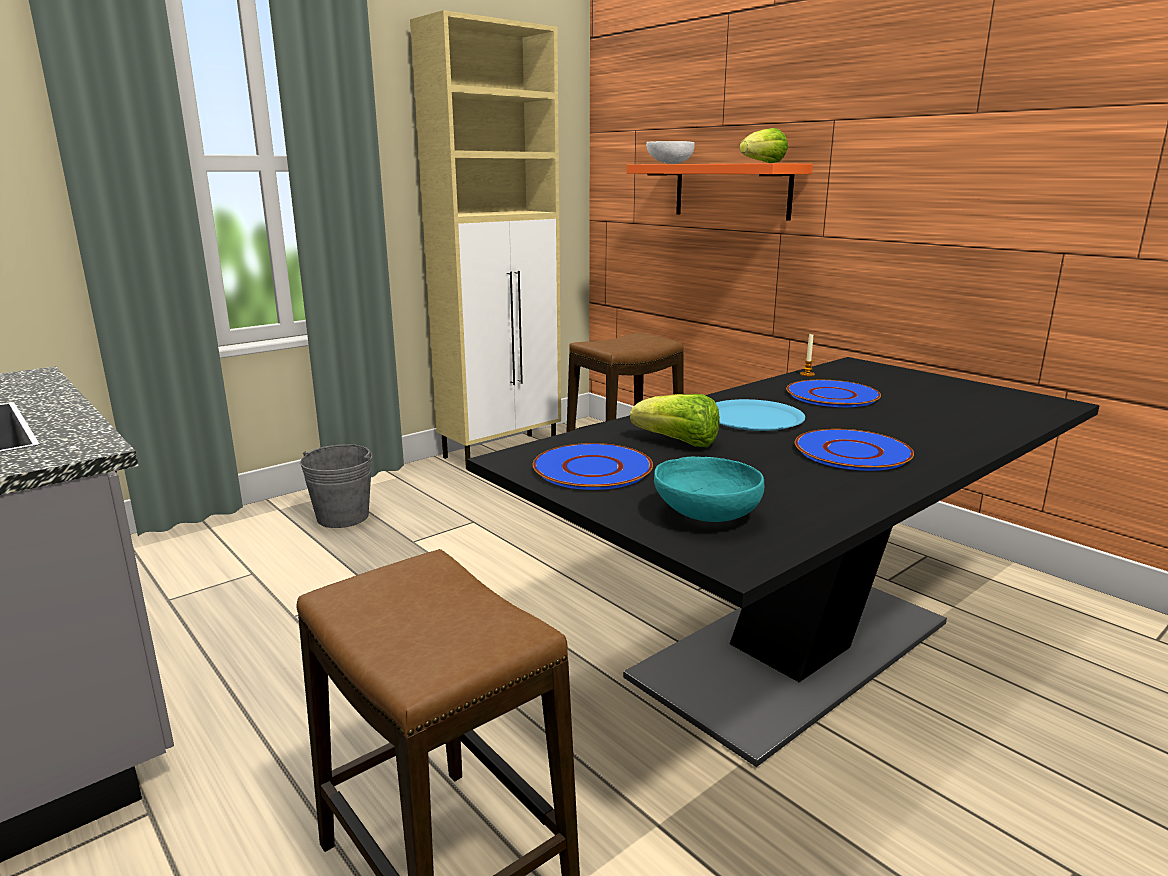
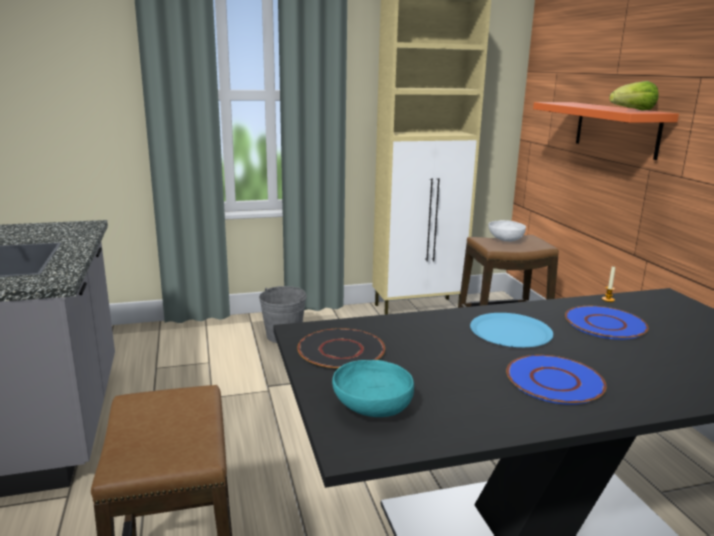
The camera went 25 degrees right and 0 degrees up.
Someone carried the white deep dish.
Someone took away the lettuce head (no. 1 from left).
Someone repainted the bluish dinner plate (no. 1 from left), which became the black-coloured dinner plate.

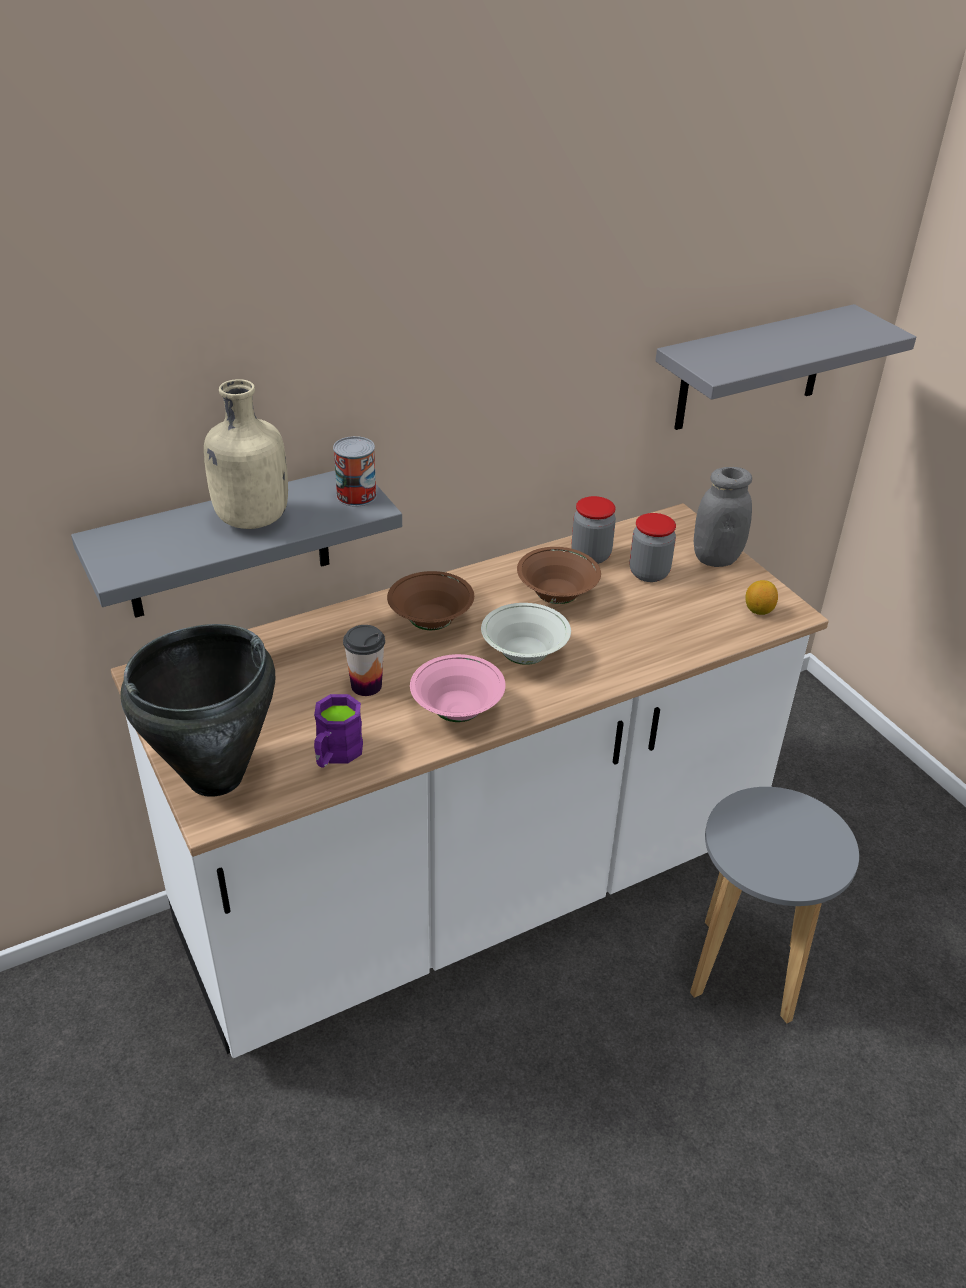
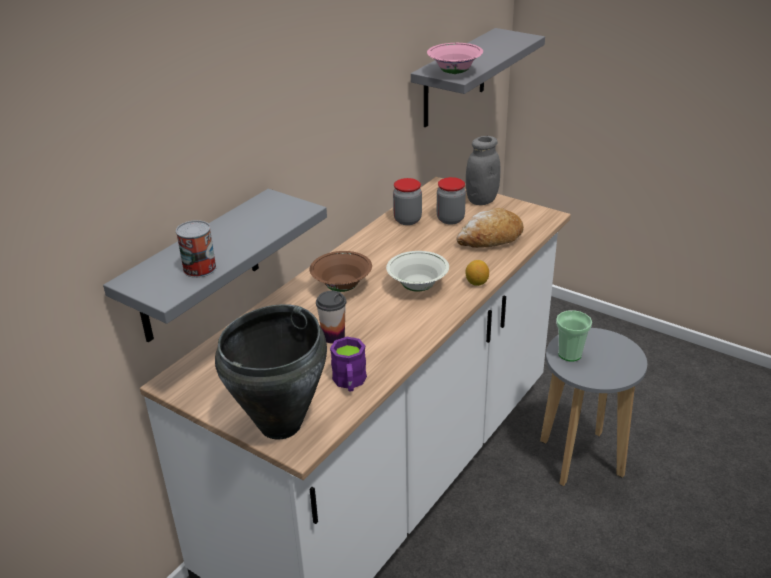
The camera went 25 degrees left and 5 degrees down.
Someone took away the sand-coloured beverage bottle.
Someone carried the sealed can.
Someone took away the brownish deep dish (no. 2 from left).
Someone carried the whole lemon.
Someone carried the pink deep dish.
Someone put down the bakery bread.
Someone put down the small cup (no. 2 from left).

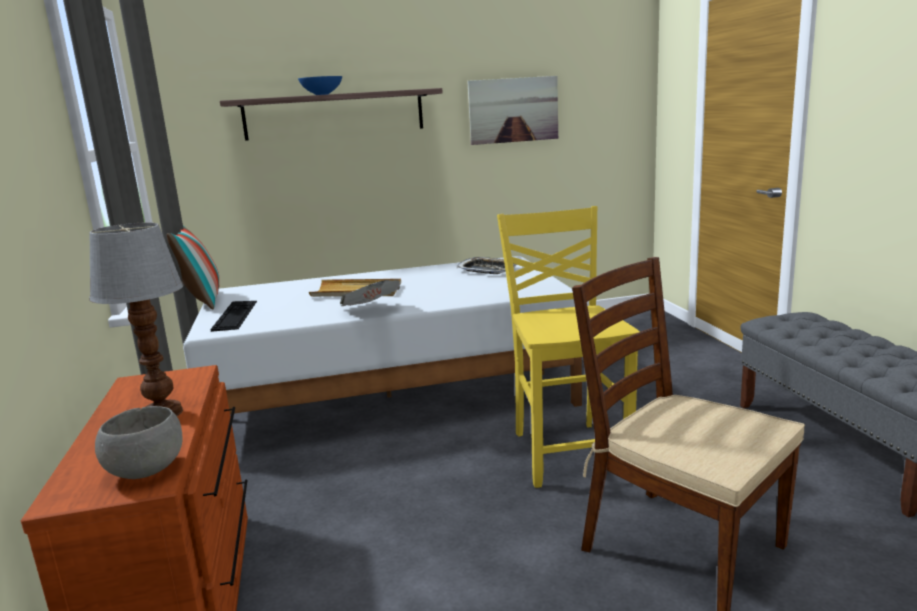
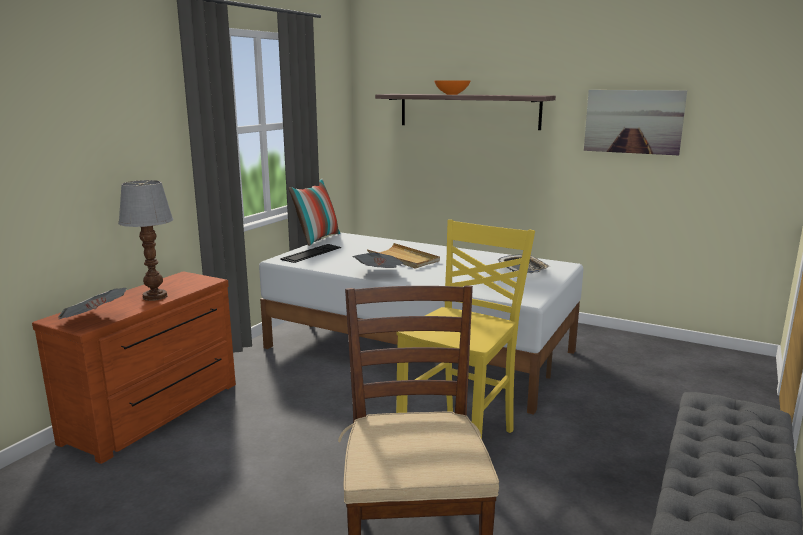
The camera went 40 degrees right and 0 degrees up.
Someone repainted the bluish deep dish, which became the orangey deep dish.
Someone swapped the grey deep dish for the newspaper (no. 1 from left).

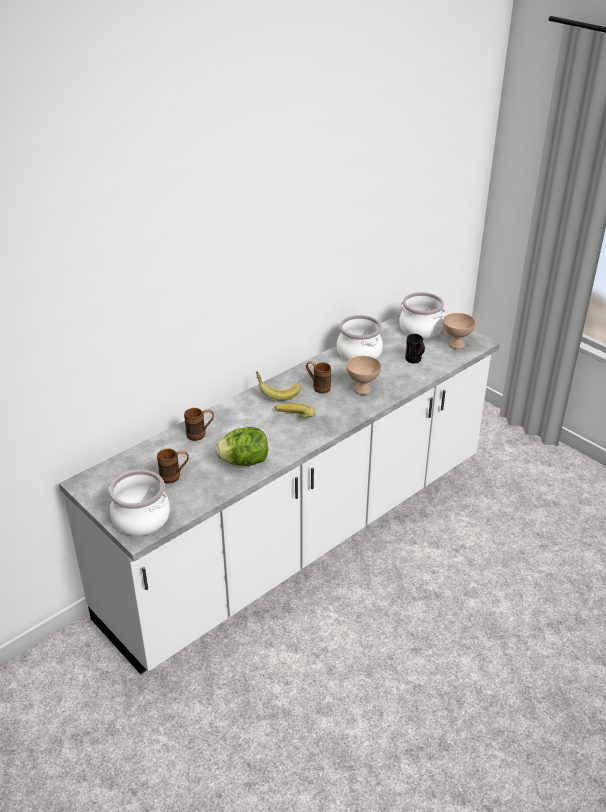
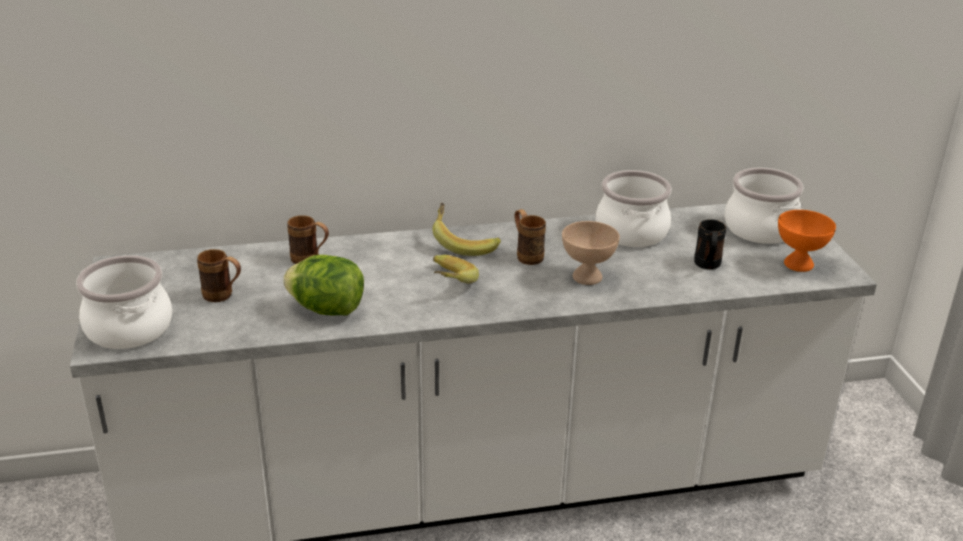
The camera went 30 degrees right and 5 degrees down.
Someone repainted the sand-coloured deep dish (no. 2 from left), which became the orangey deep dish.

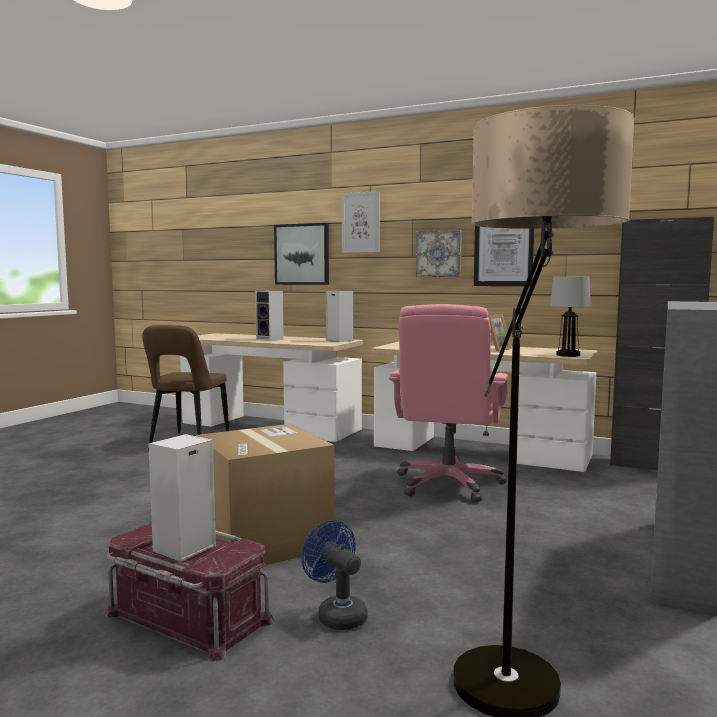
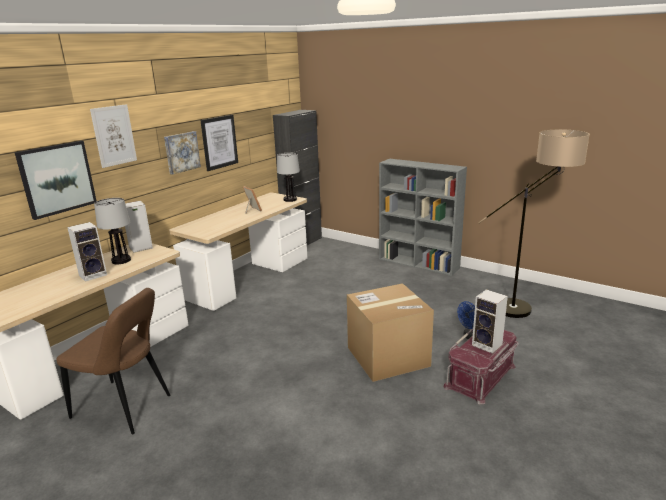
The camera went 80 degrees left and 15 degrees up.
Someone took away the pink desk chair.
Someone put down the lamp for a table (no. 1 from left).

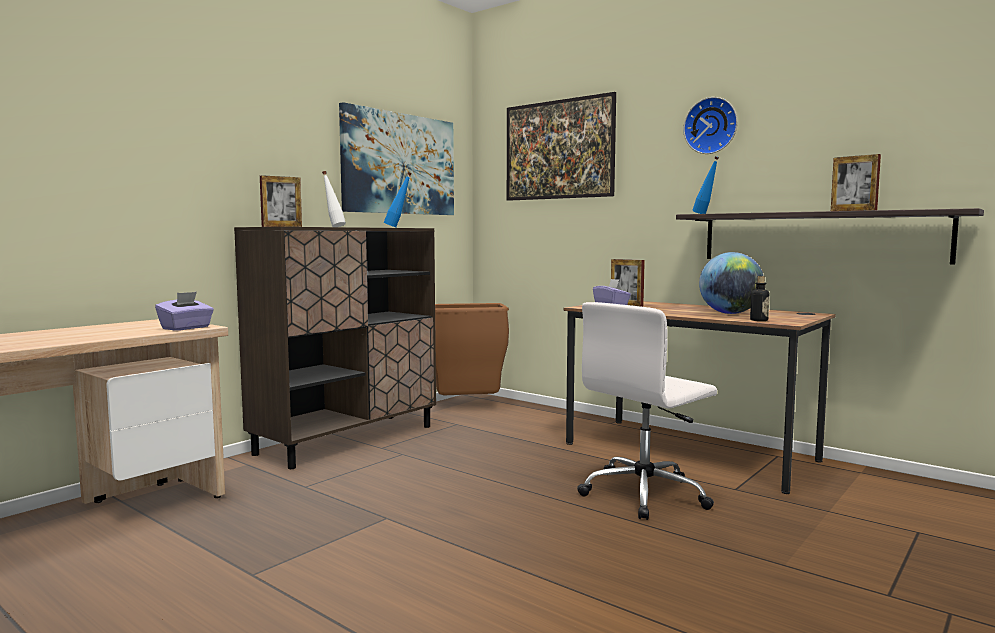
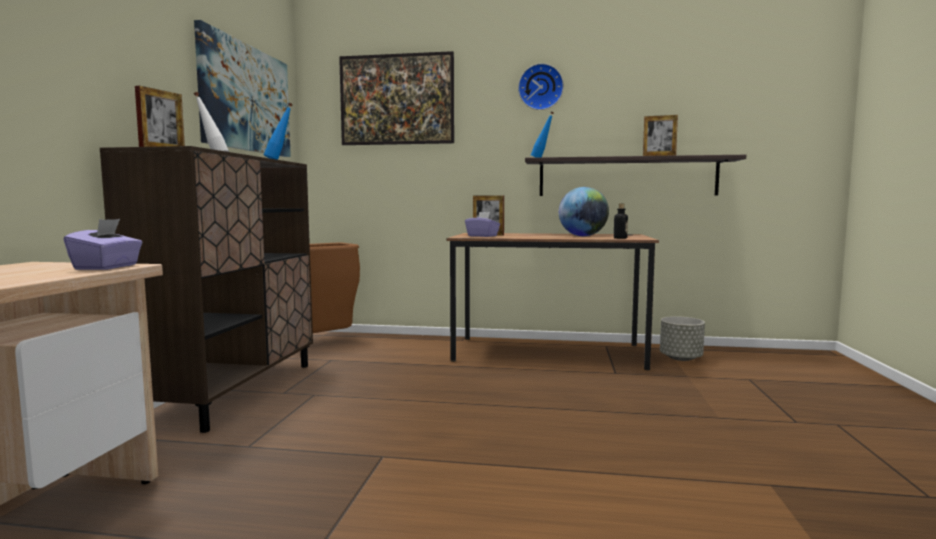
The camera went 30 degrees left and 0 degrees up.
Someone took away the white desk chair.
Someone put down the grey planter.

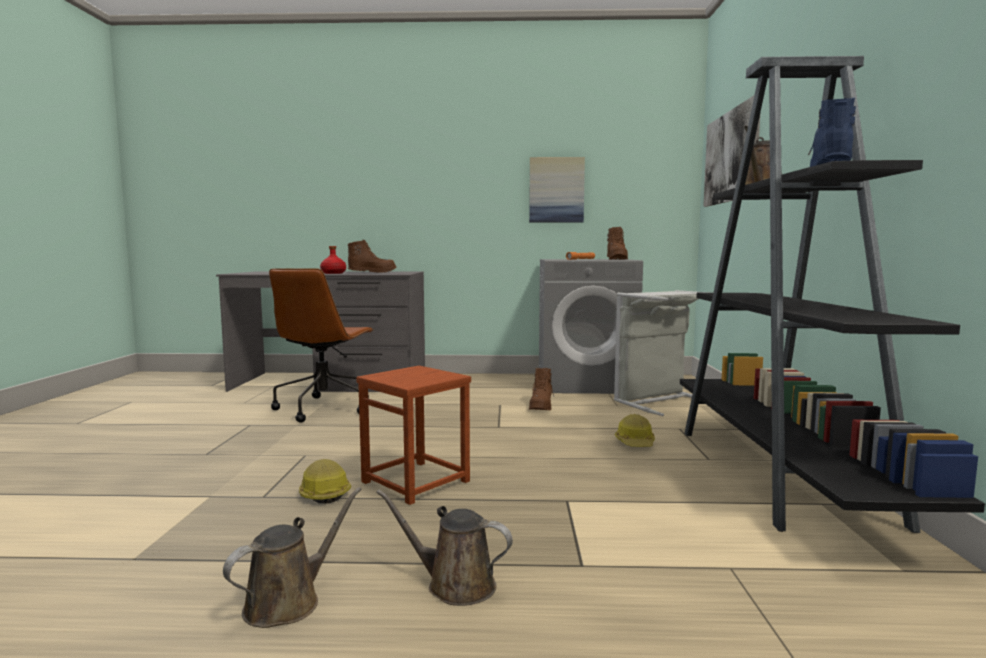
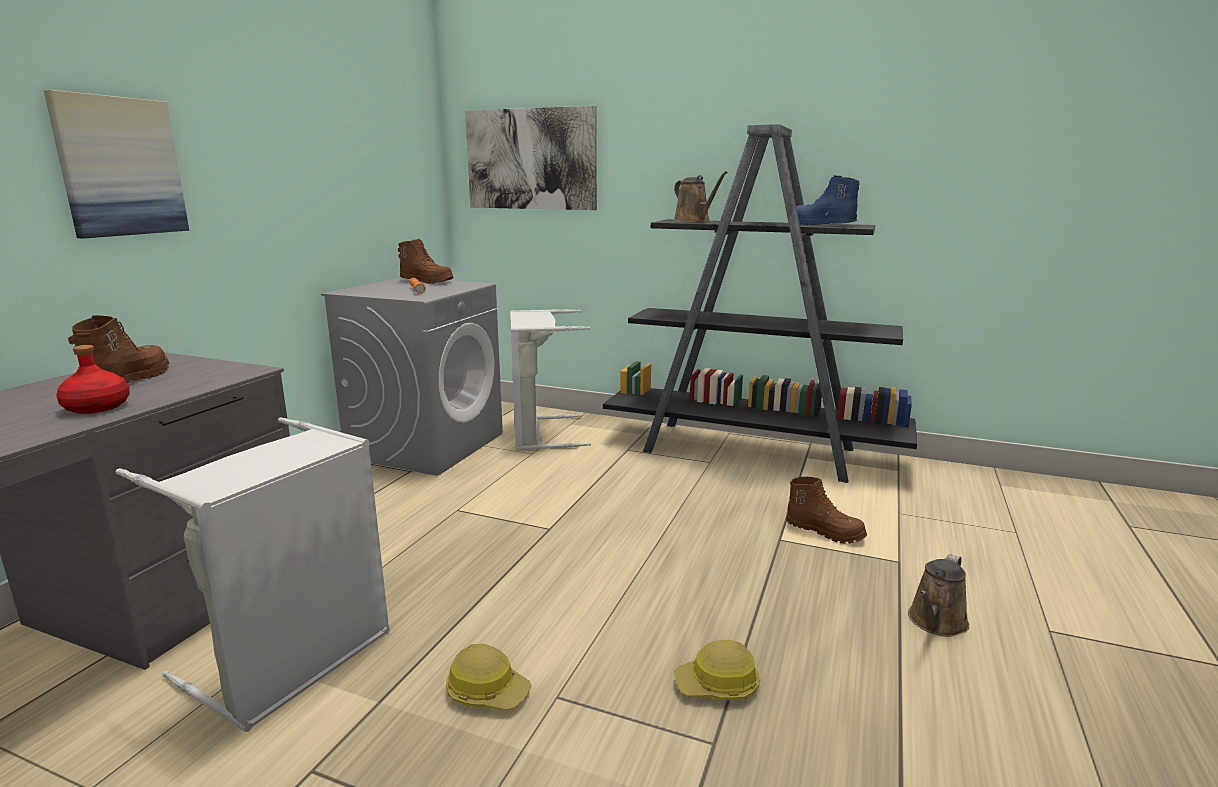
The camera went 70 degrees left and 10 degrees up.
Someone carried the wall art (no. 1 from left).
Someone swapped the brownish desk chair for the grey hamper (no. 1 from left).
Someone took away the brownish stool.
Someone carried the brownish high-top boot (no. 2 from left in the first image).
Someone carried the safety helmet (no. 2 from left in the first image).
Someone took away the brownish sprinkling can (no. 1 from left).

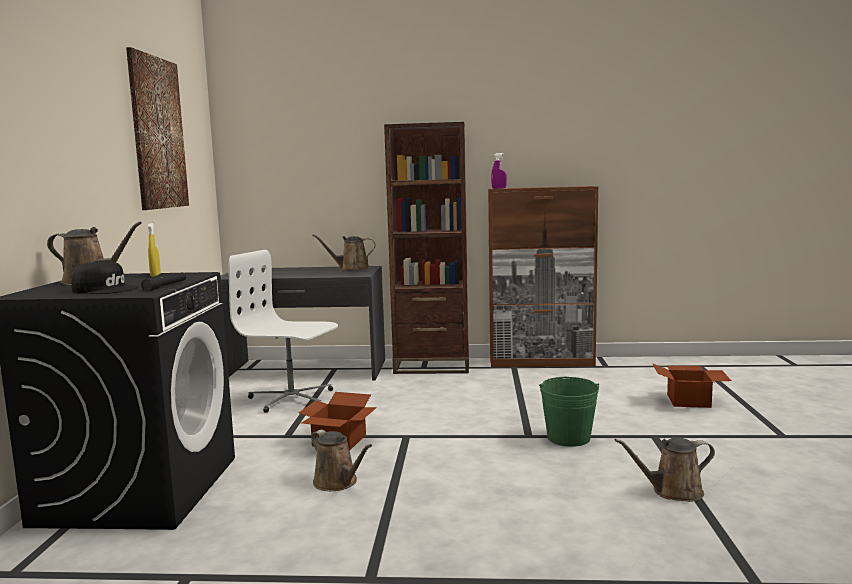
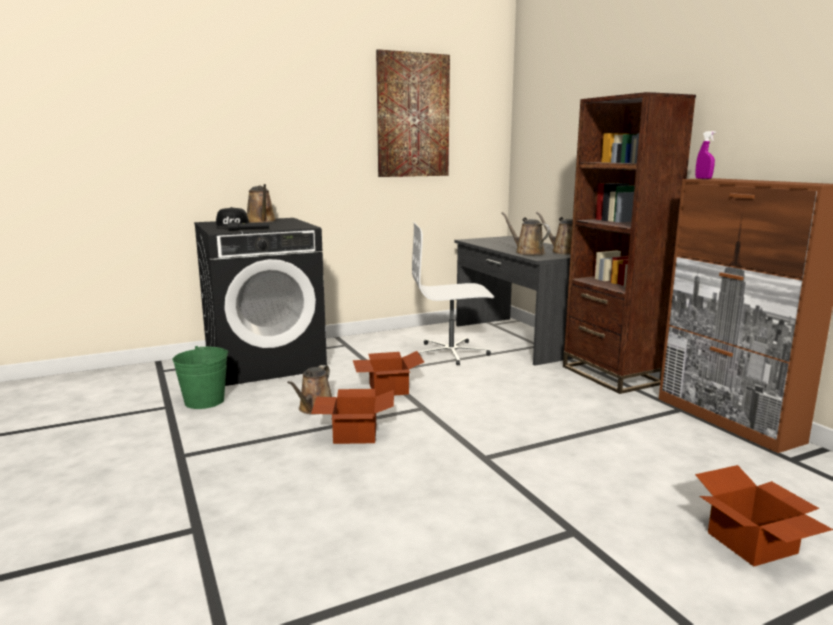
The camera went 60 degrees right and 5 degrees up.
Someone took away the yellow-coloured spray bottle.
Someone rotated the white desk chair by 90 degrees counterclockwise.
Someone carried the green-coloured water bucket.
Someone carried the brownish sprinkling can (no. 4 from left in the first image).
Someone put down the packing box (no. 1 from left).

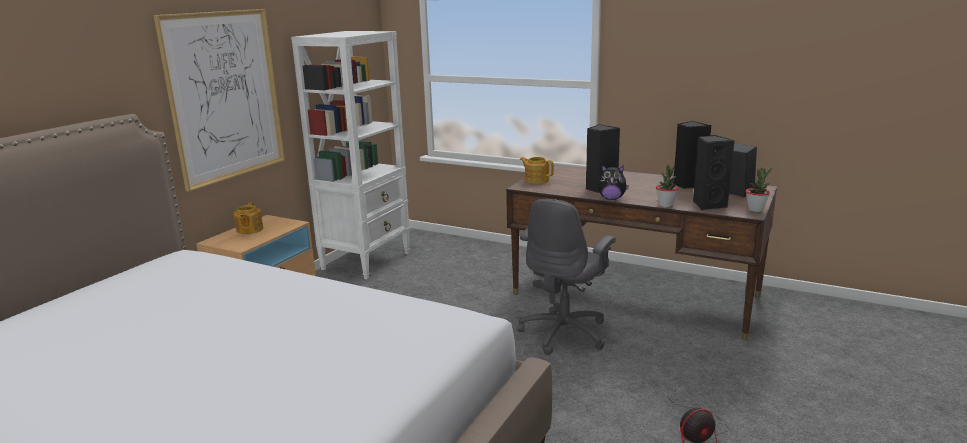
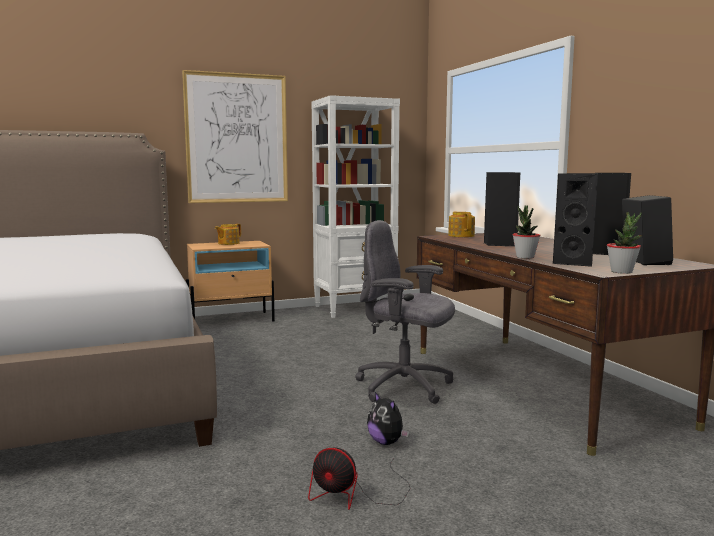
The camera went 40 degrees right and 10 degrees down.
Someone carried the cuddly toy.
Someone rotated the grey desk chair by 45 degrees clockwise.

